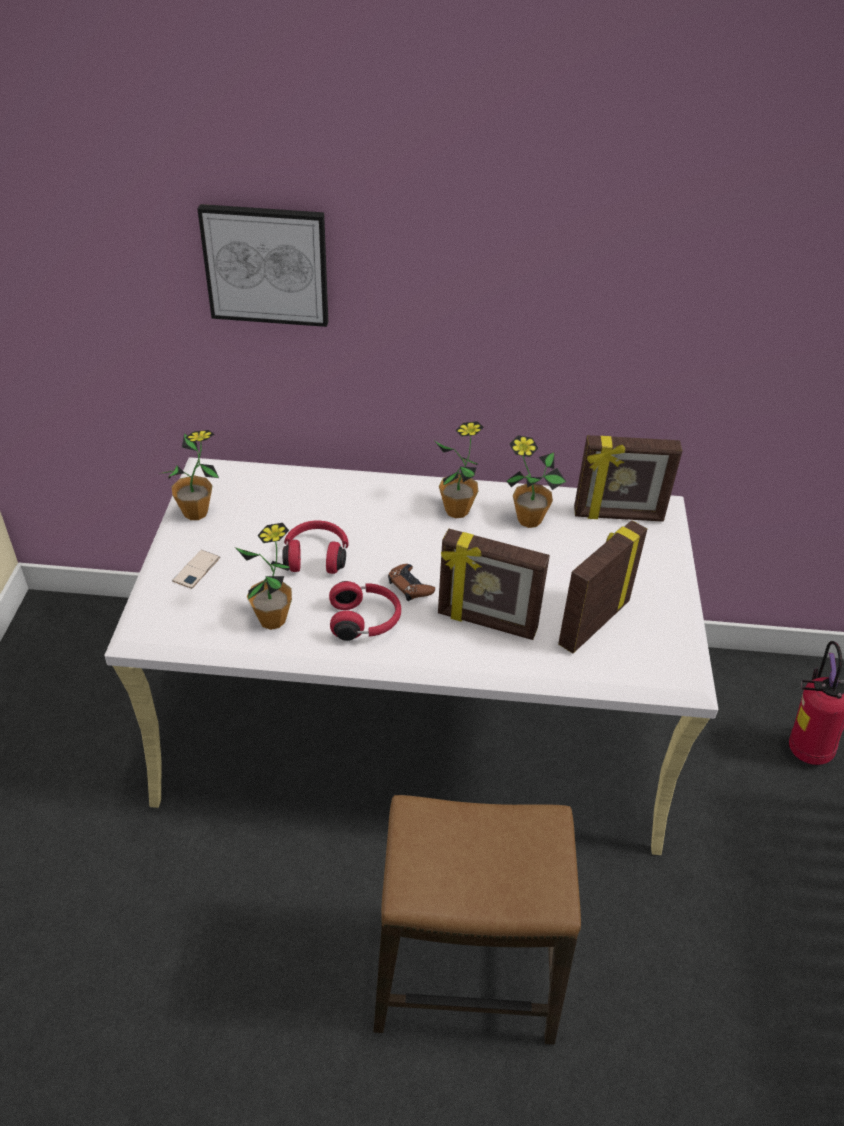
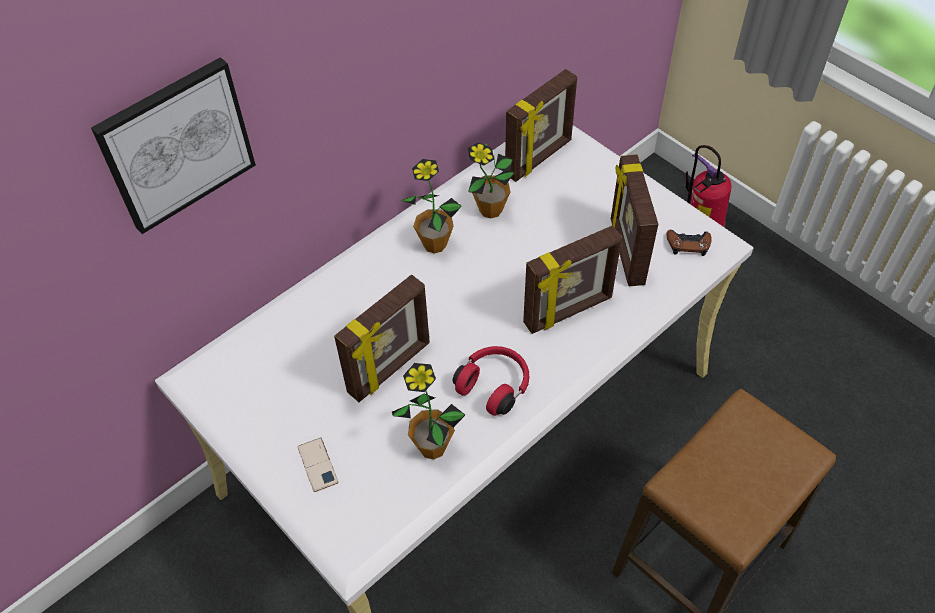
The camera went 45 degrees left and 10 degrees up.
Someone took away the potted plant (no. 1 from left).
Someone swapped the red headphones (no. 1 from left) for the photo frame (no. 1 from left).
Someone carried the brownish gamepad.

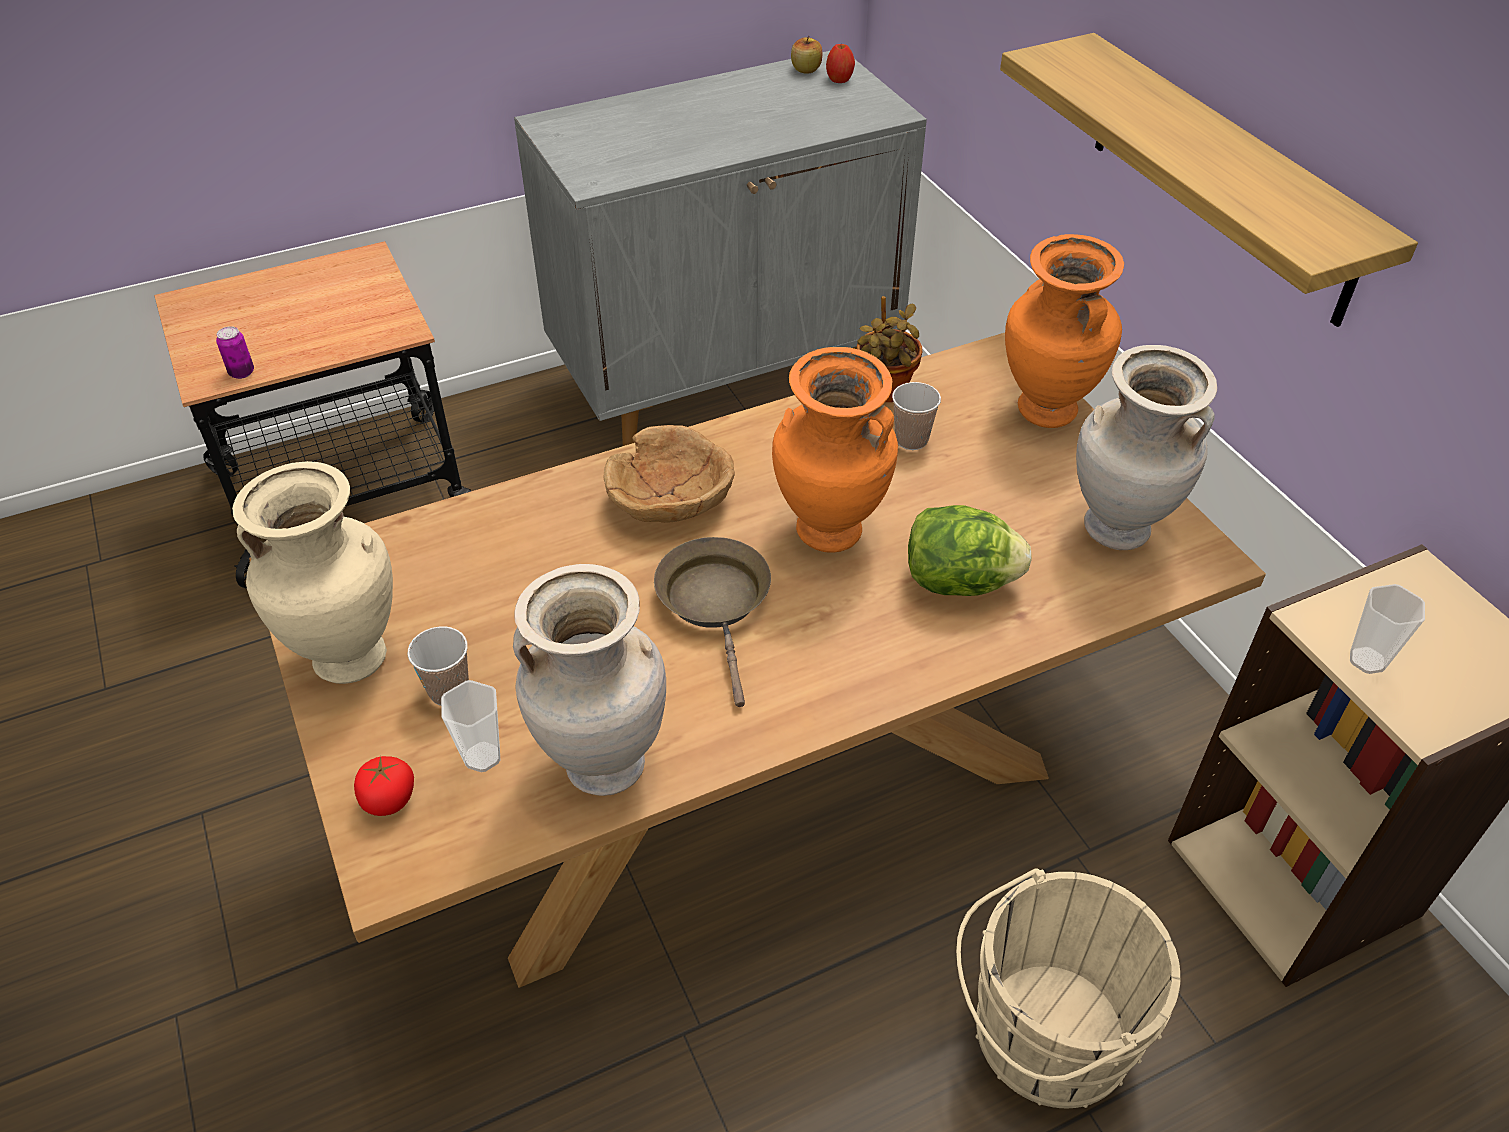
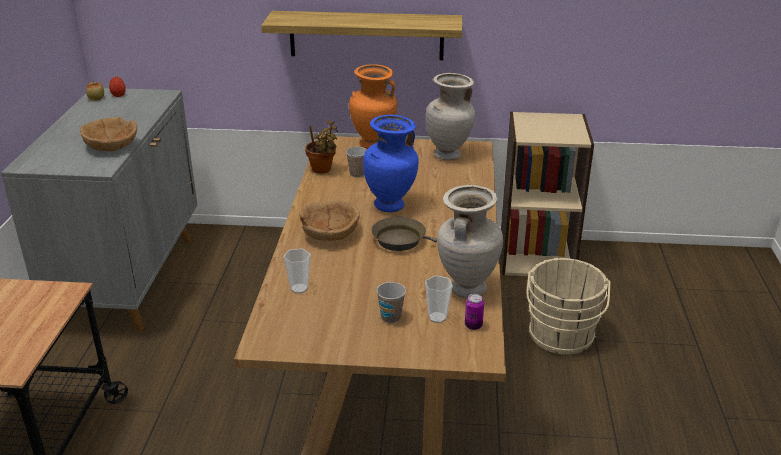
The camera went 60 degrees left and 15 degrees down.
Someone carried the sealed can.
Someone repainted the orangey flower vase (no. 1 from left), which became the bluish flower vase.
Someone took away the sand-coloured flower vase (no. 1 from left).
Someone took away the lettuce head.
Someone carried the small cup (no. 4 from left in the first image).
Someone took away the fresh tomato.
Someone put down the brownish deep dish (no. 1 from left).

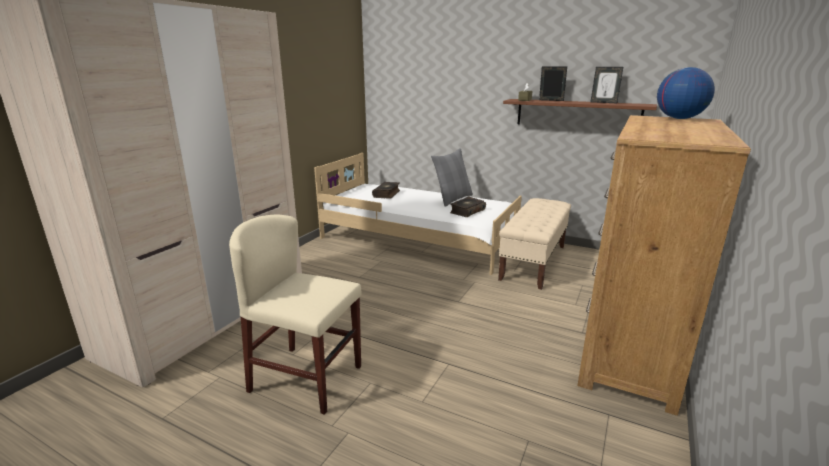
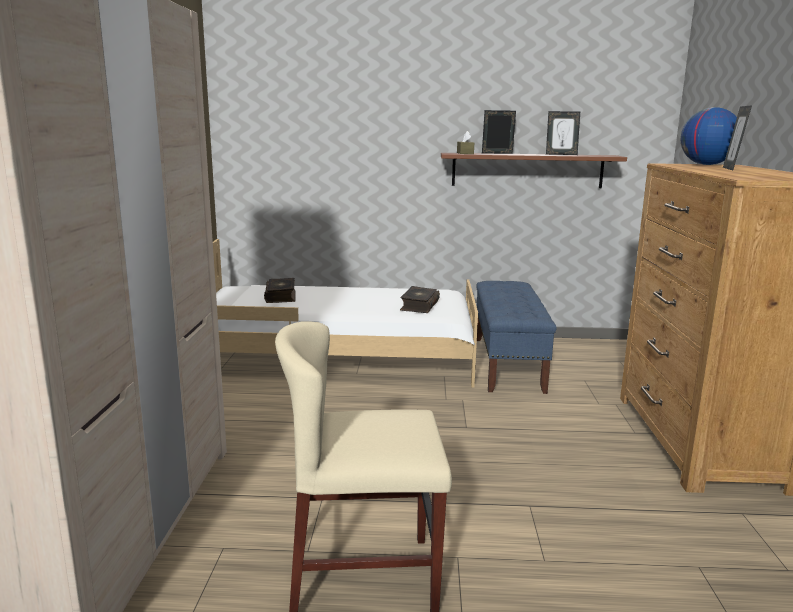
The camera went 25 degrees left and 5 degrees down.
Someone took away the grey throw pillow.
Someone repainted the sand-coloured indoor bench, which became the bluish indoor bench.
Someone put down the photo frame (no. 3 from left).

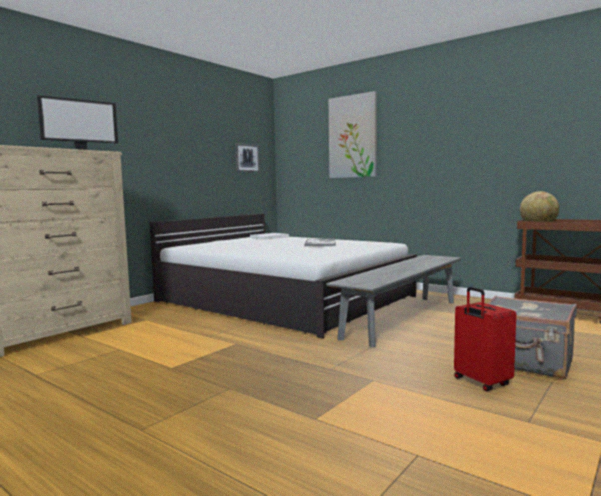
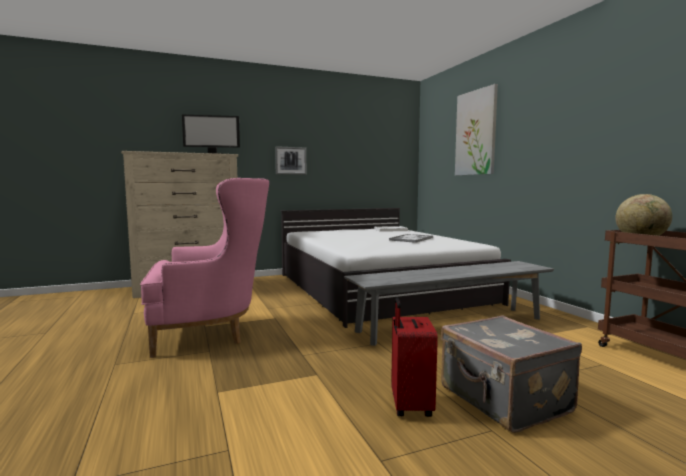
The camera went 30 degrees right and 0 degrees up.
Someone carried the wall art (no. 1 from left).
Someone put down the pink lounge chair.

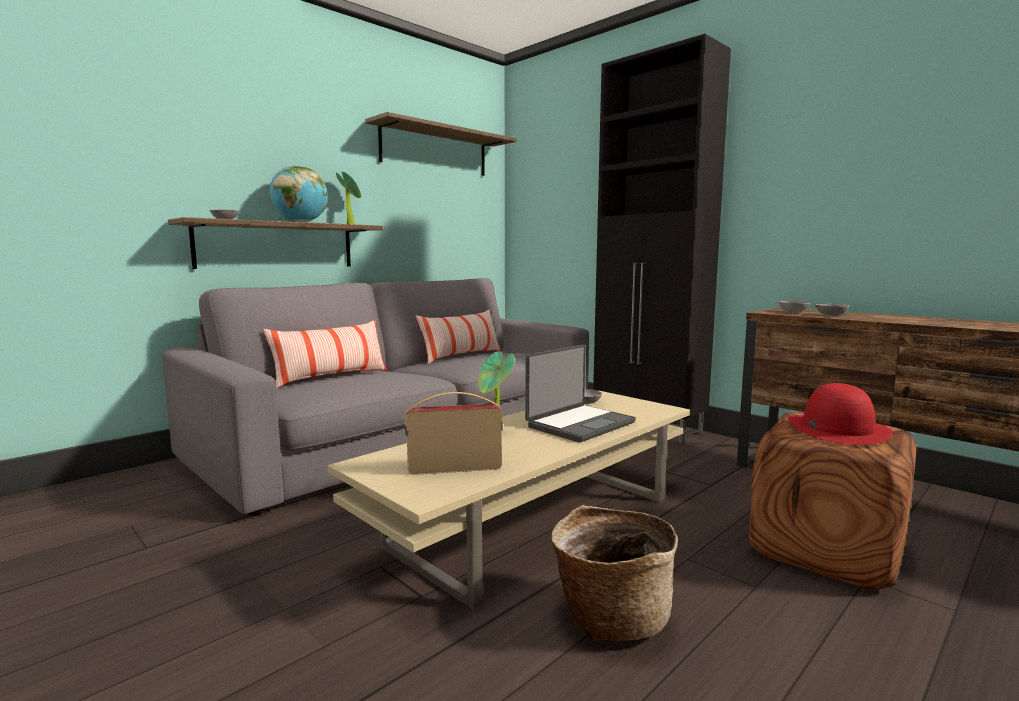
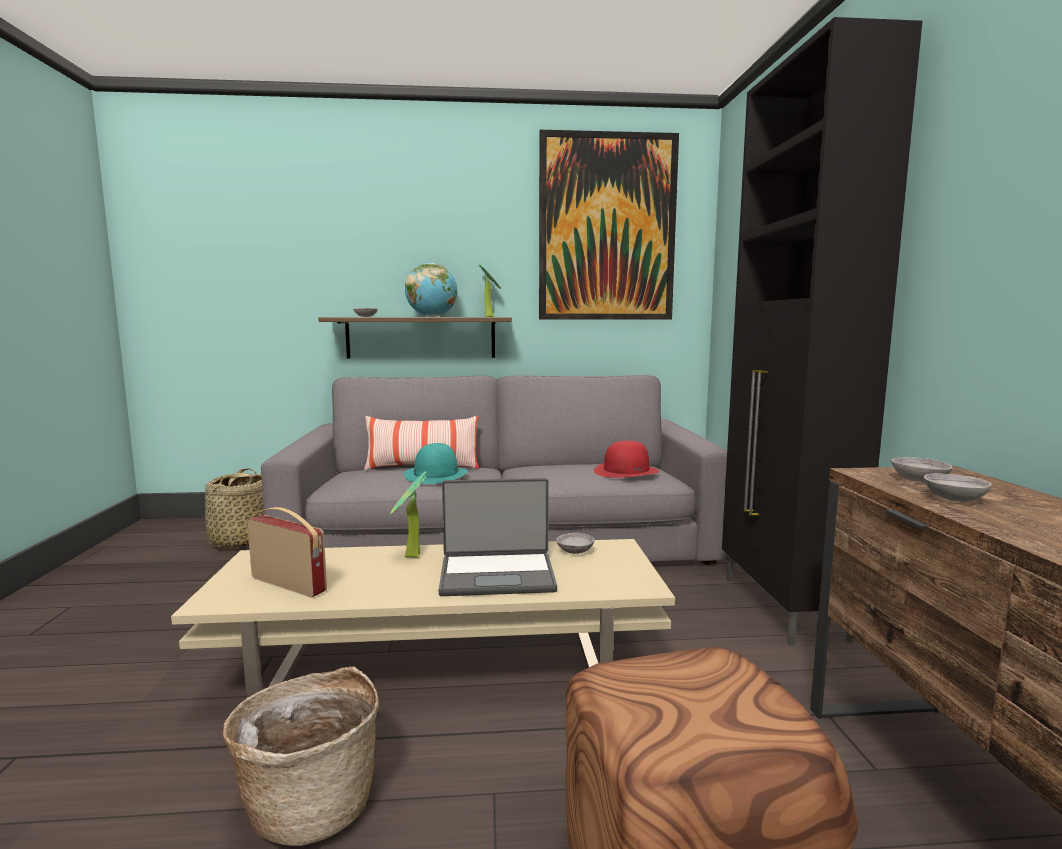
The camera went 40 degrees right and 0 degrees up.
Someone swapped the bracket shelf (no. 2 from left) for the wall art.
Someone took away the throw pillow (no. 2 from left).
Someone carried the red clothing hat.
Someone put down the blue-green clothing hat.
Someone put down the household basket (no. 1 from left).

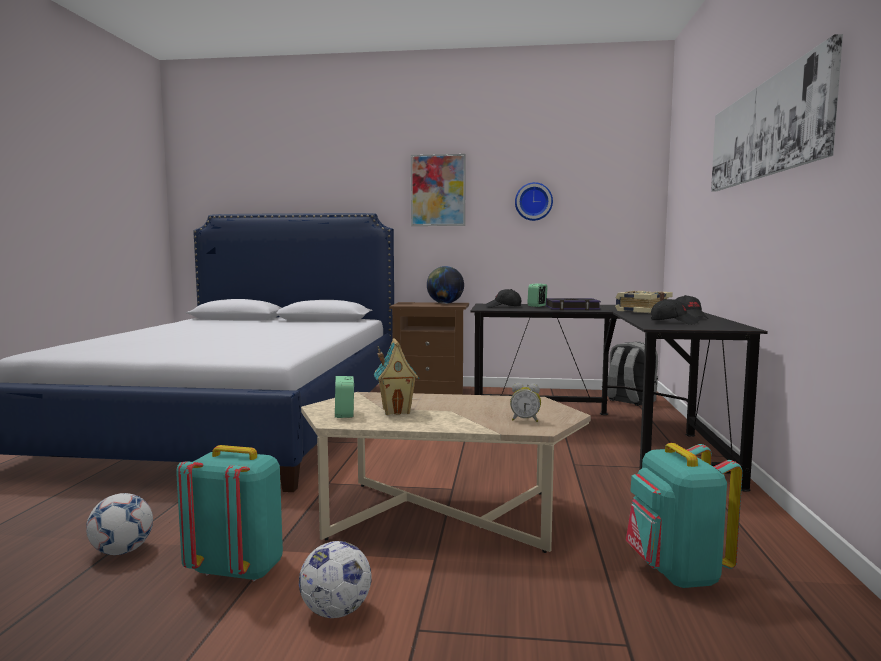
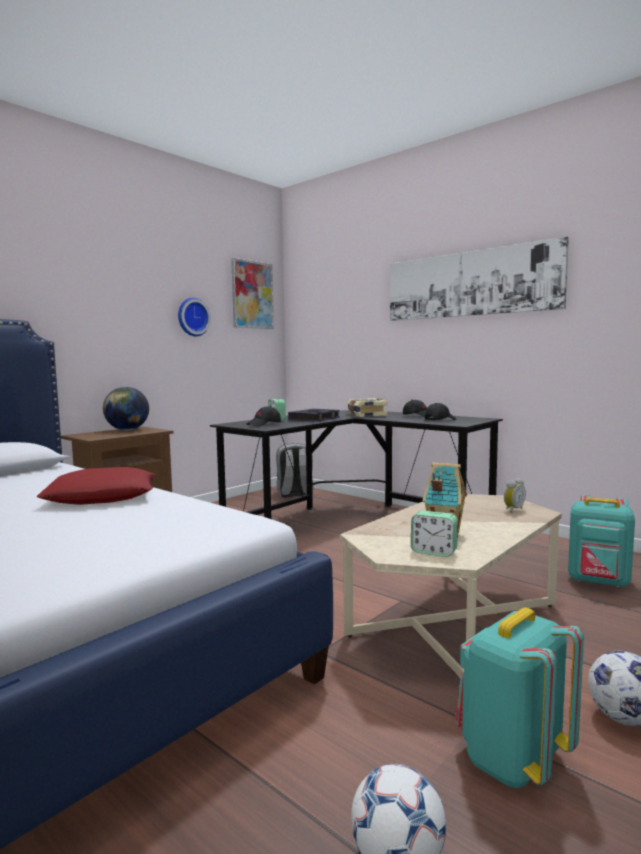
The camera went 55 degrees left and 0 degrees up.
Someone carried the wall art (no. 1 from left).
Someone put down the red throw pillow.

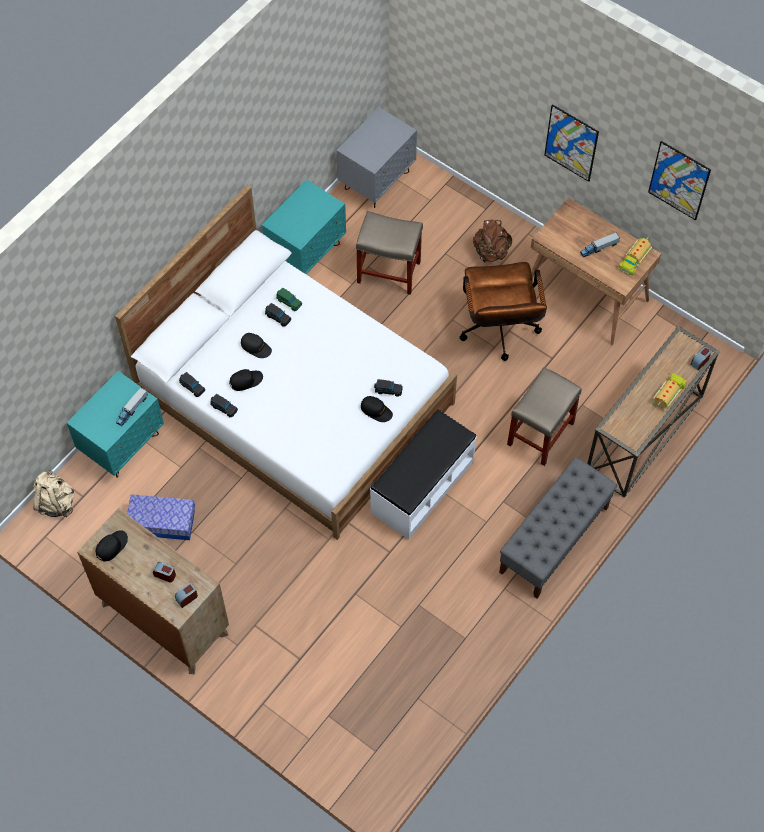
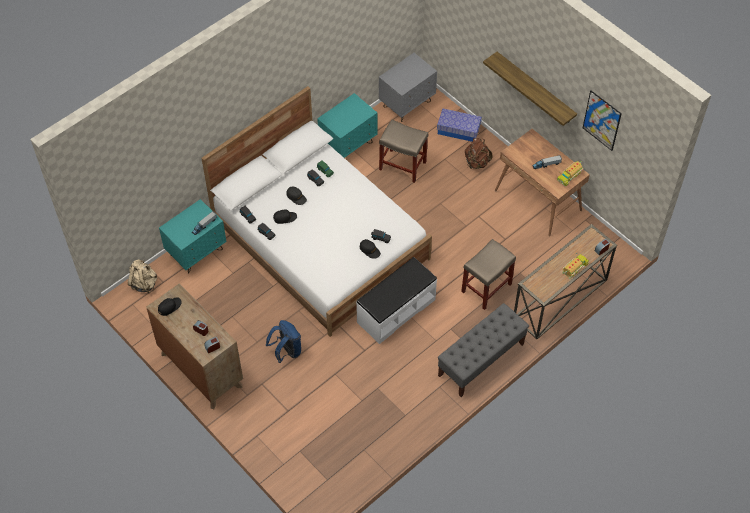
The camera went 10 degrees right and 5 degrees down.
Someone swapped the wall art (no. 1 from left) for the bracket shelf.
Someone took away the brownish desk chair.
Someone carried the storage container.
Someone put down the bluish rucksack.

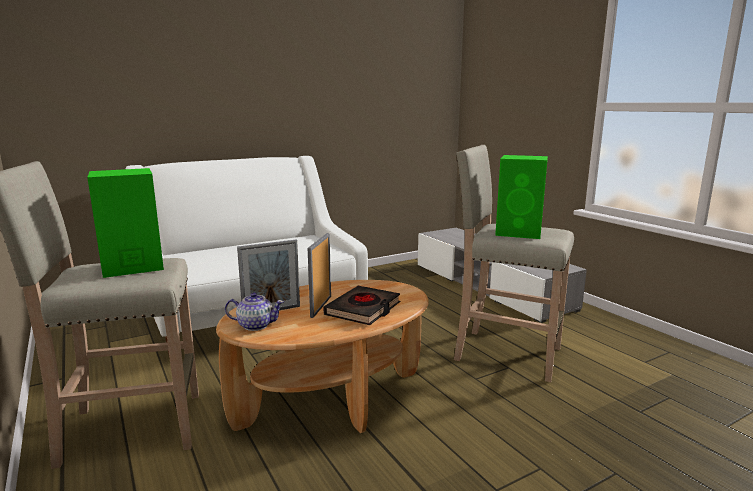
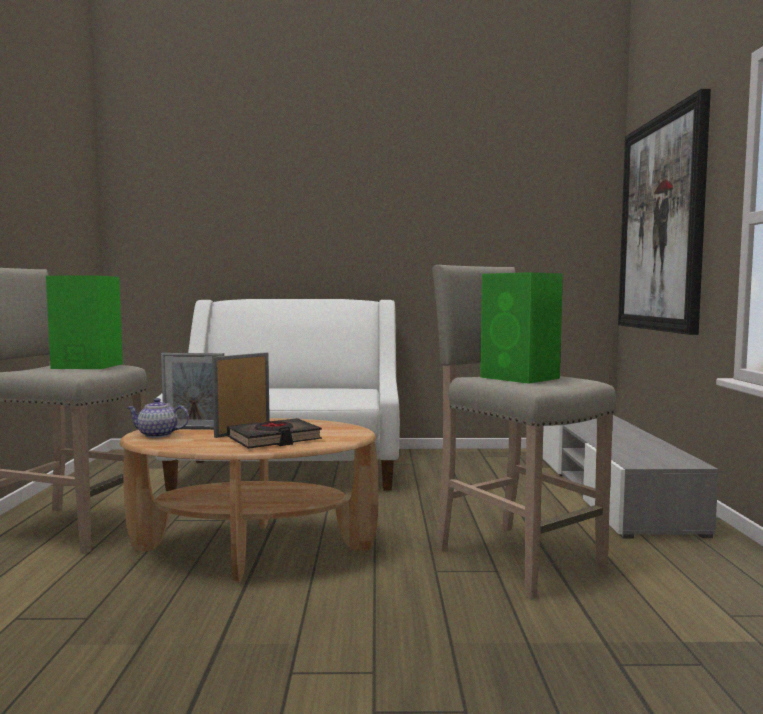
The camera went 30 degrees right and 10 degrees down.
Someone rotated the pot for tea by 150 degrees clockwise.
Someone put up the wall art.

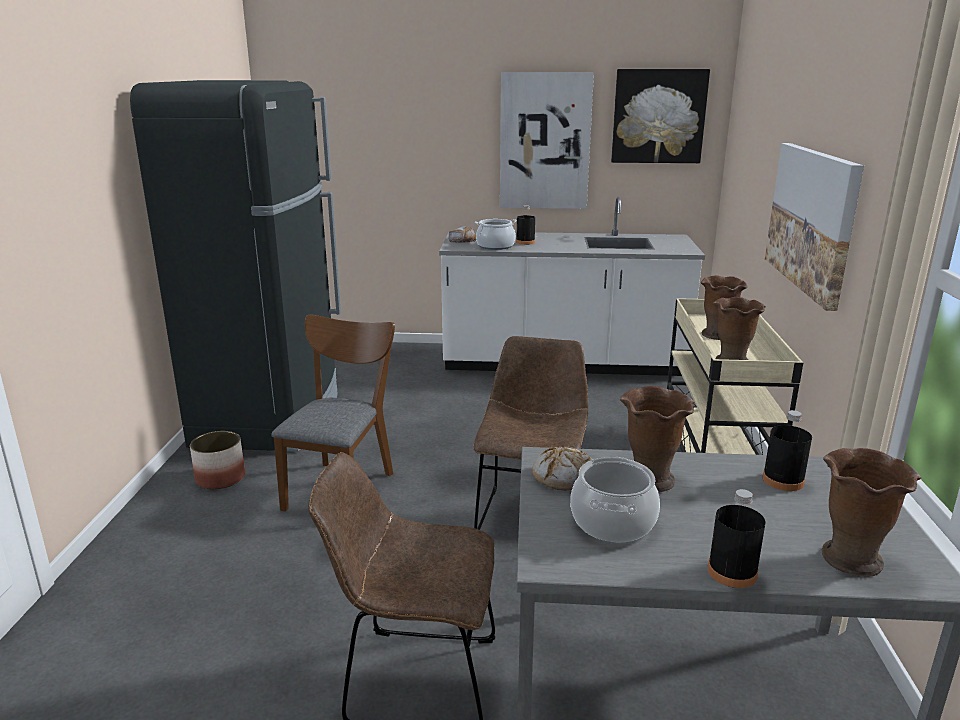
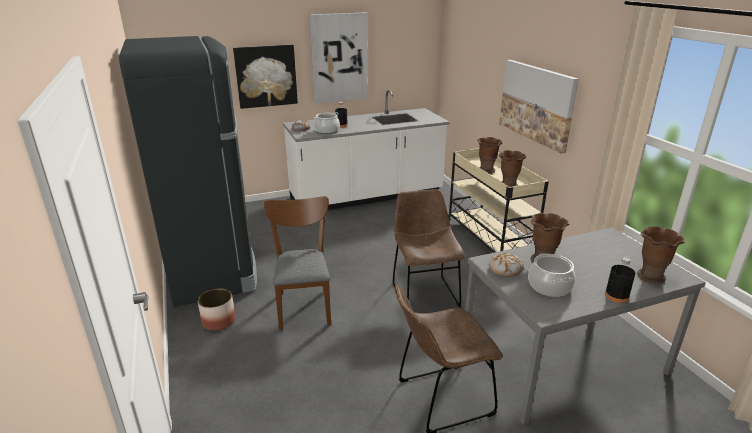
The camera went 25 degrees left and 5 degrees up.
Someone carried the wall art (no. 2 from left in the first image).
Someone took away the black-coloured beverage bottle (no. 3 from left).

